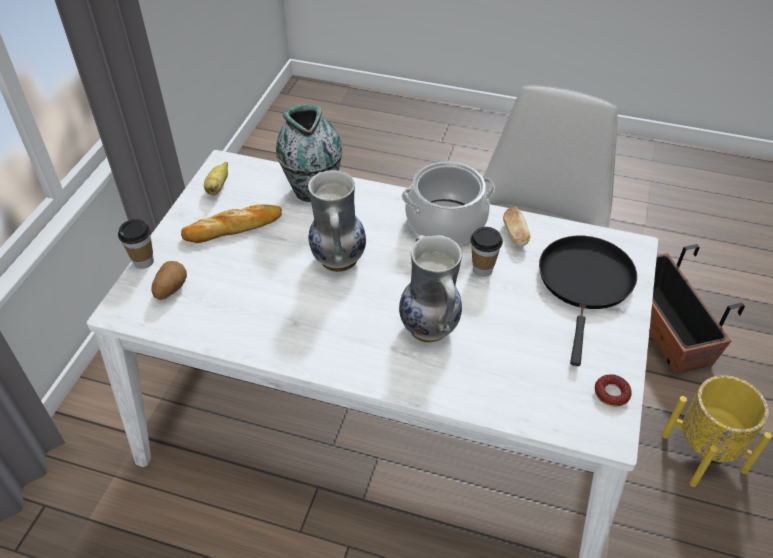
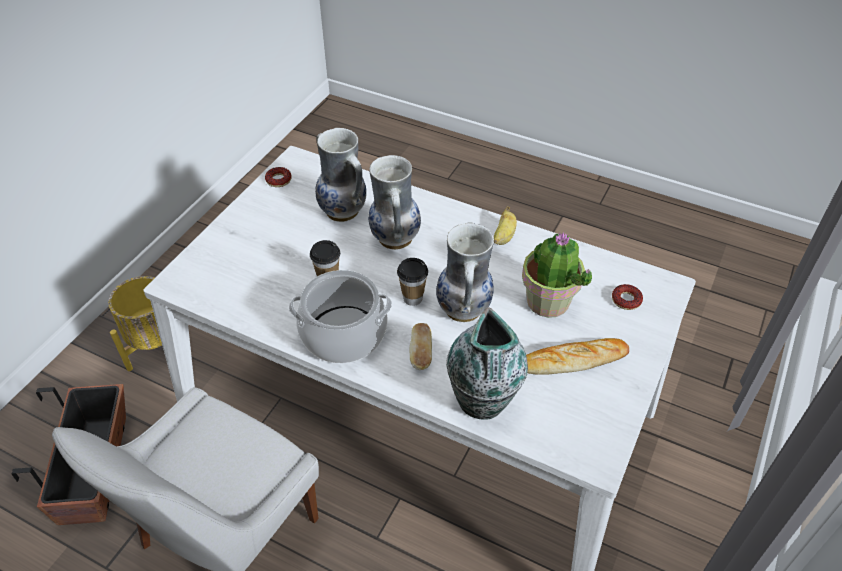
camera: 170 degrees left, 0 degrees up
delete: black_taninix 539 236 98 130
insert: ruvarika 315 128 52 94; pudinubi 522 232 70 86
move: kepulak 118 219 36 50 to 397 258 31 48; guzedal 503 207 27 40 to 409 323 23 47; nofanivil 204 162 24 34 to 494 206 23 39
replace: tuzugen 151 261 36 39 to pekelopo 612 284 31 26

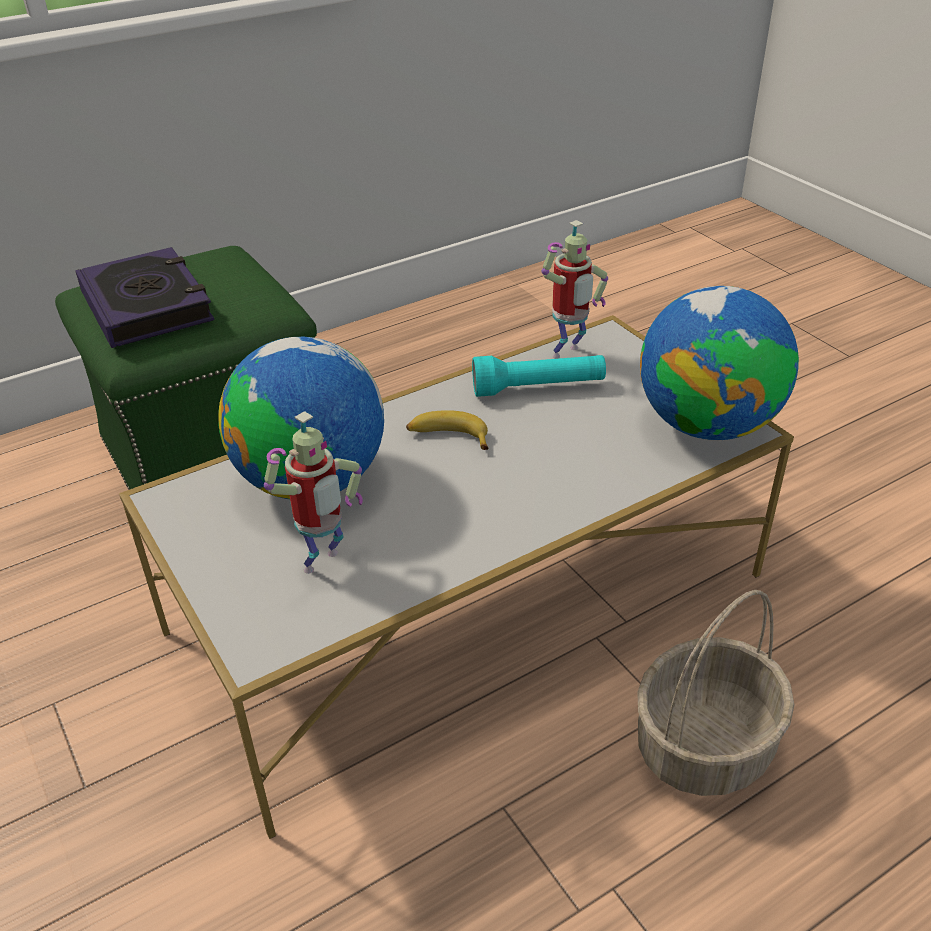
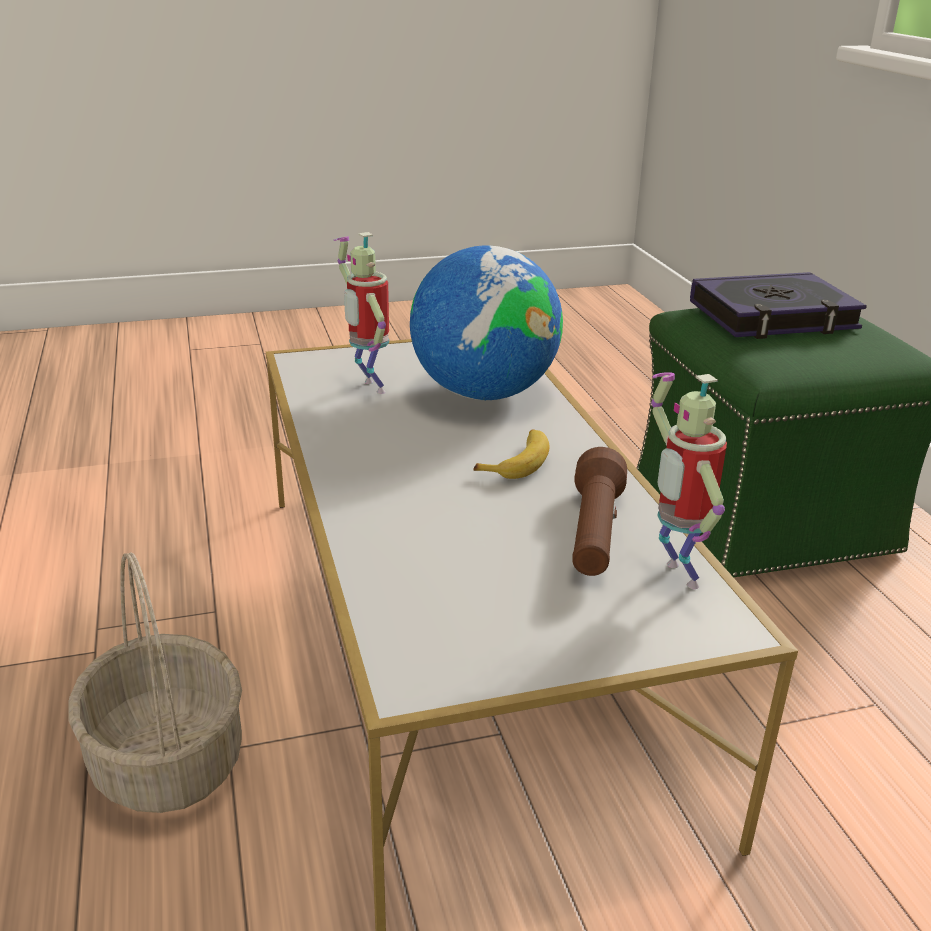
camera: 105 degrees right, 10 degrees down
delete: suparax 640 286 159 154
recolor: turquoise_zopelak 472 355 134 42 to brown_zopelak 572 447 55 129

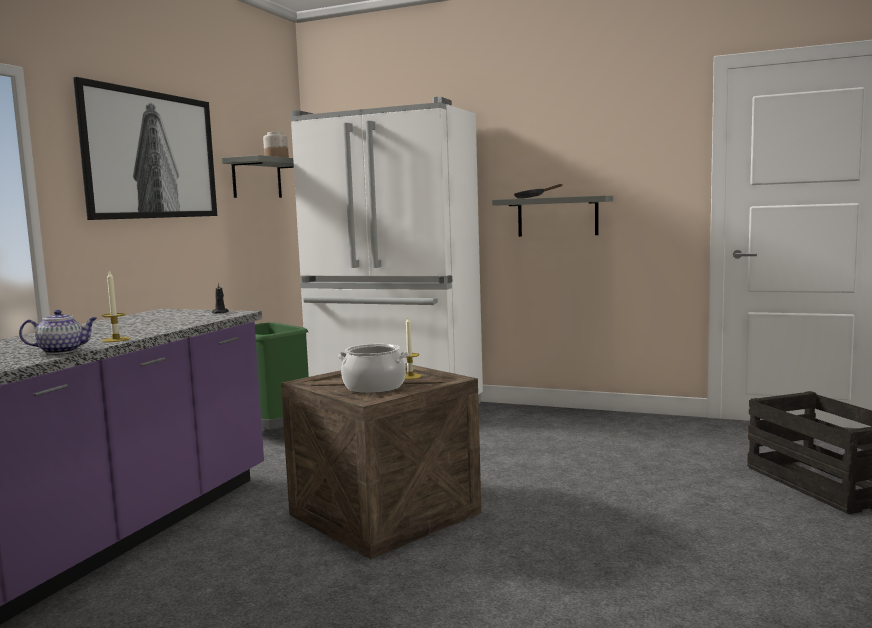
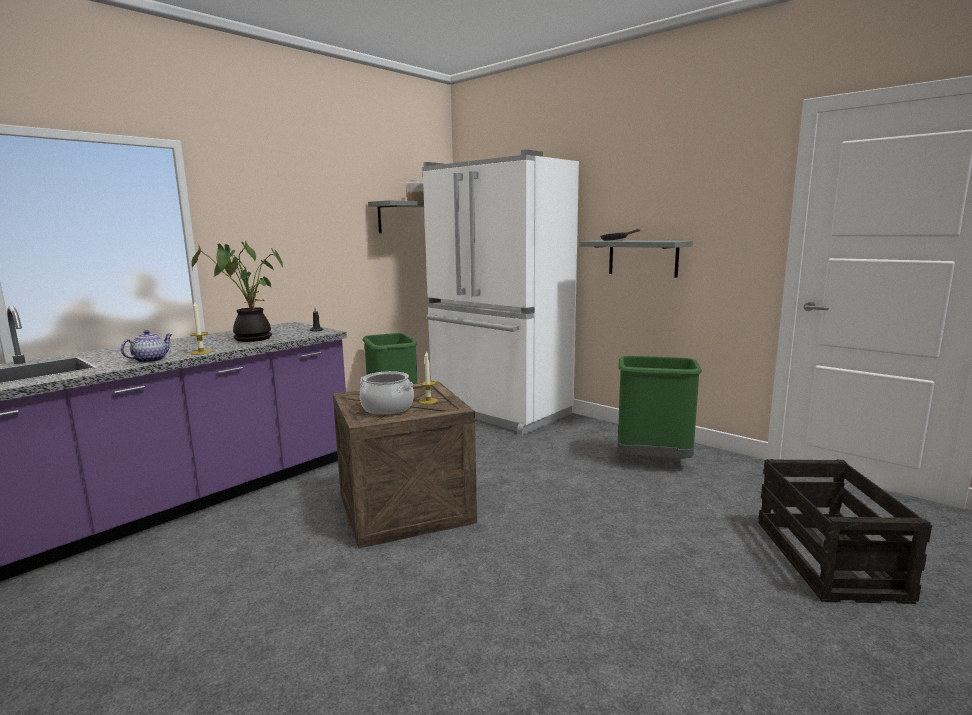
camera: 20 degrees right, 5 degrees up
delete: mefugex 73 77 144 143
insert: pudinubi 191 241 92 101; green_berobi 618 356 84 103
rotate: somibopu 19 310 78 44 = 121 330 51 33 60 degrees counterclockwise

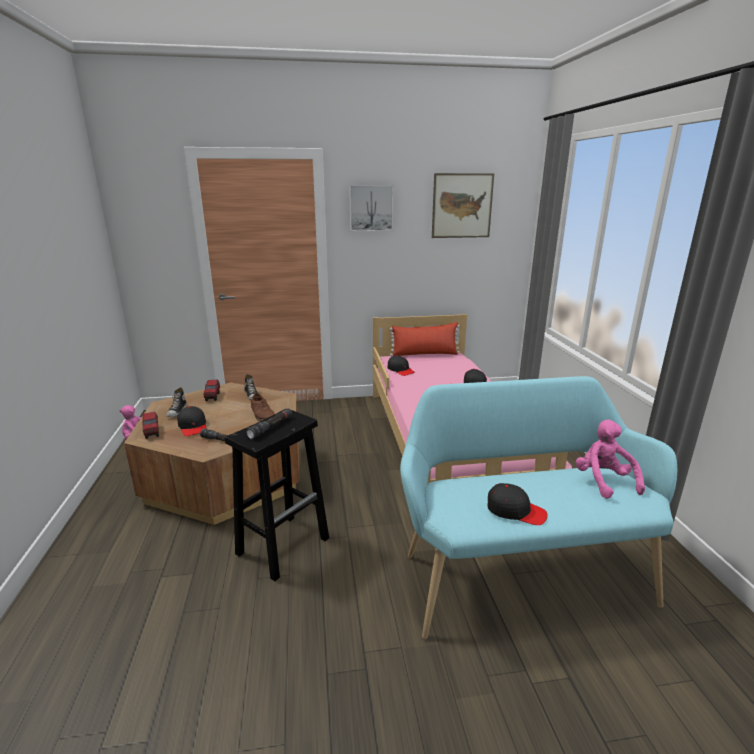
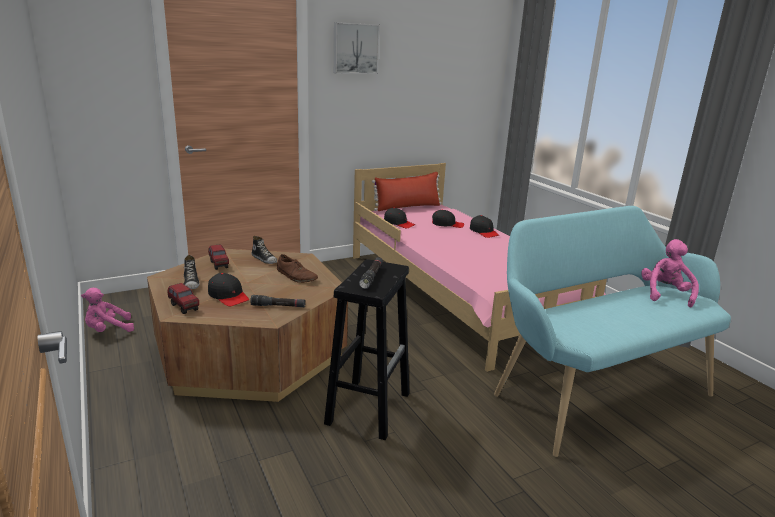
camera: 20 degrees left, 0 degrees up
delete: mefugex 432 173 62 65
move: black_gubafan 487 483 60 42 to 432 210 32 18
rotate: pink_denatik 576 420 69 79 = 641 239 58 69 45 degrees clockwise

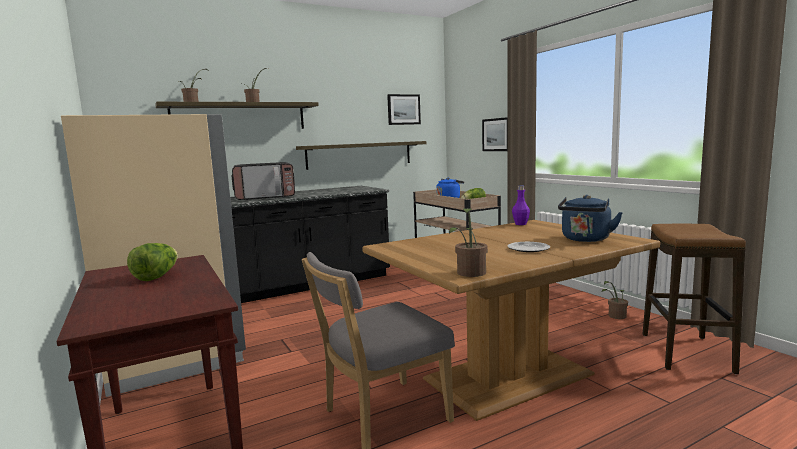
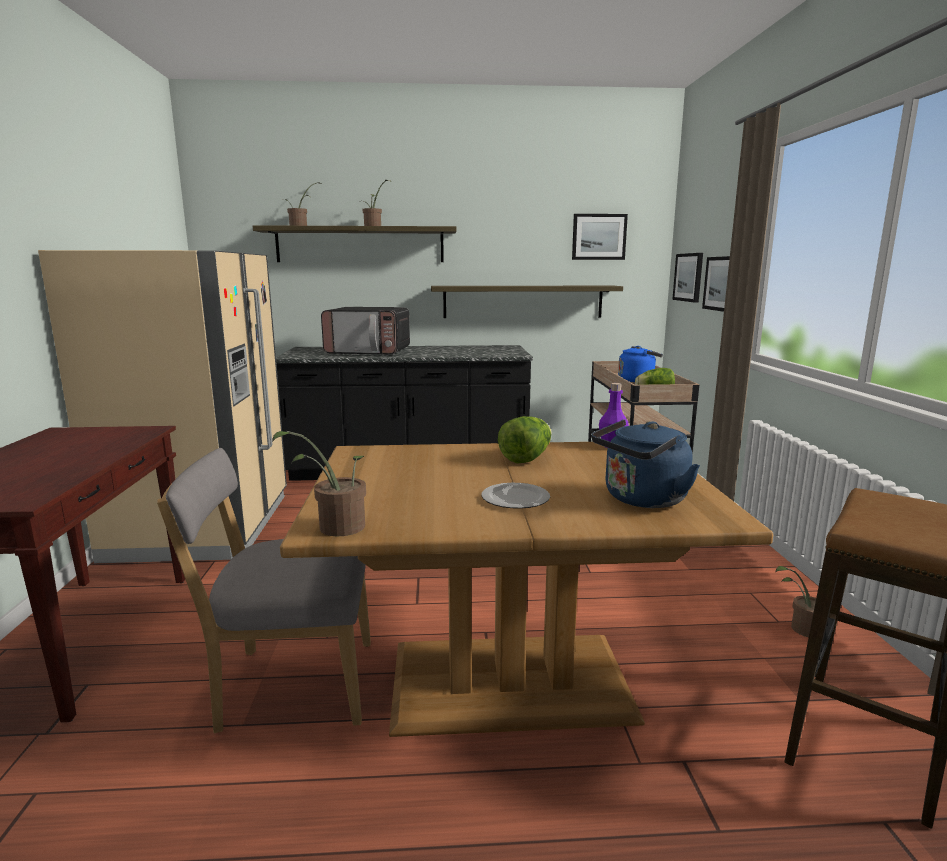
camera: 25 degrees right, 5 degrees up
insert: mefugex 672 253 31 50
move: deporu 127 243 51 38 to 498 416 54 48

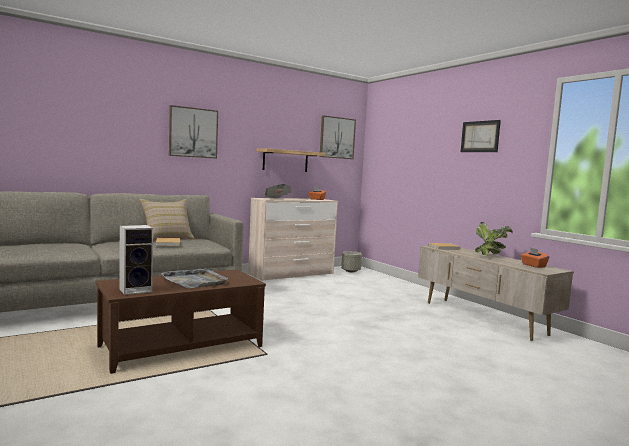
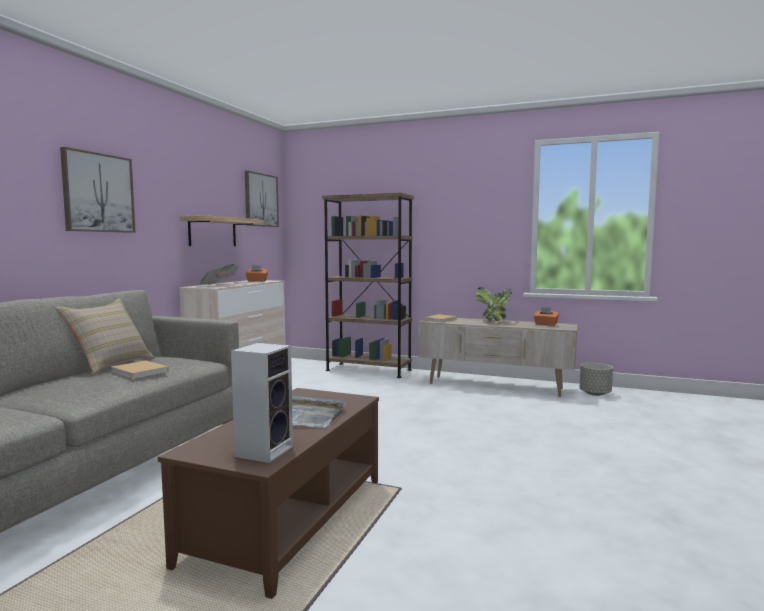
camera: 35 degrees left, 0 degrees up
delete: mefugex 461 120 40 32
insert: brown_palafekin 322 193 92 185
move: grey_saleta 341 251 21 21 to 580 363 33 33

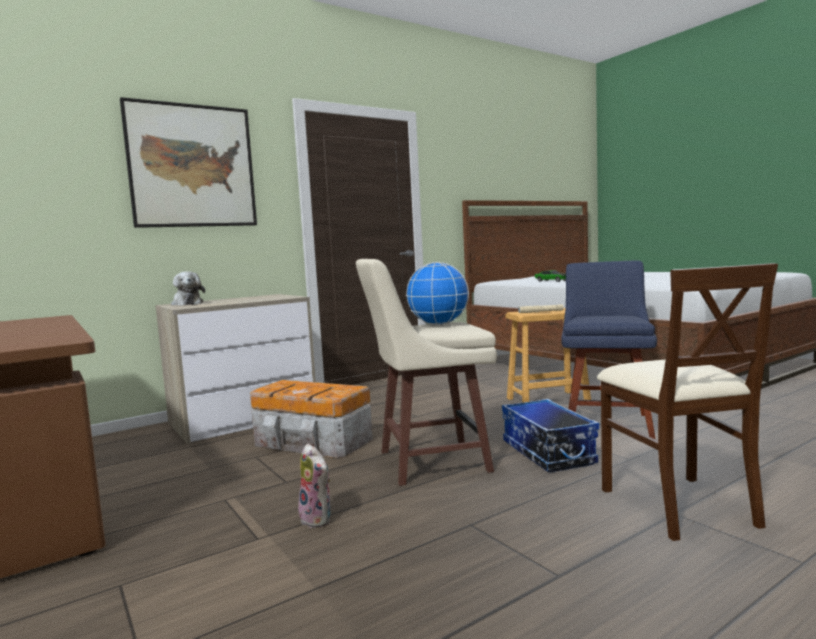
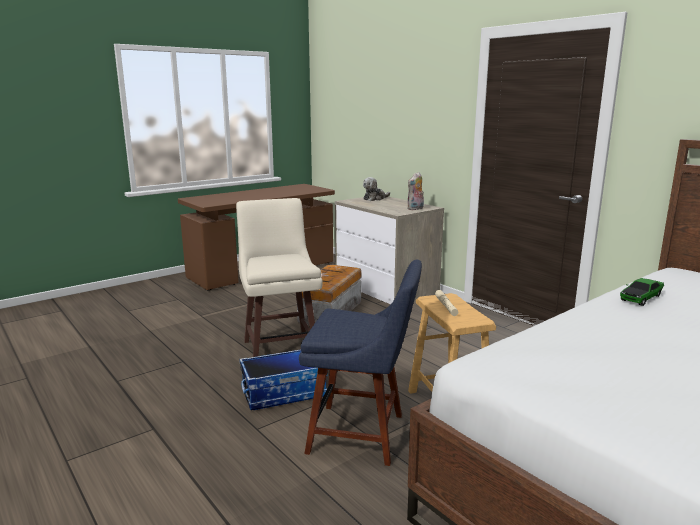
camera: 85 degrees right, 10 degrees up
delete: mefugex 120 97 137 131; suparax 406 262 63 63; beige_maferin 597 263 181 278
move: denatik 298 444 33 84 to 407 172 17 38

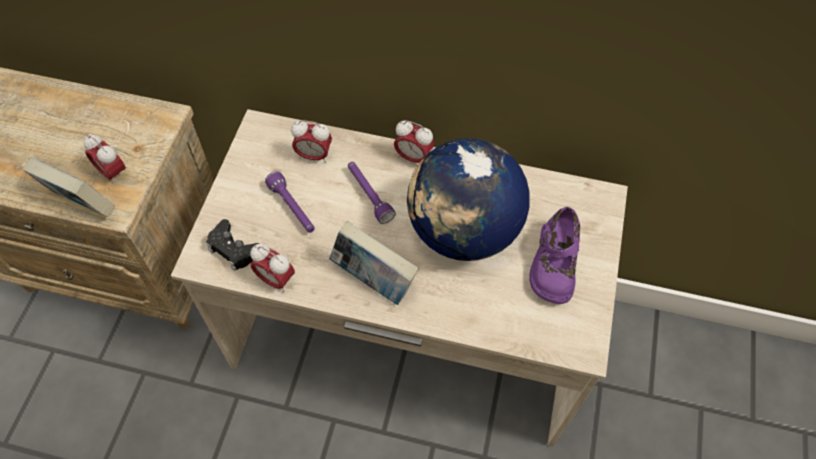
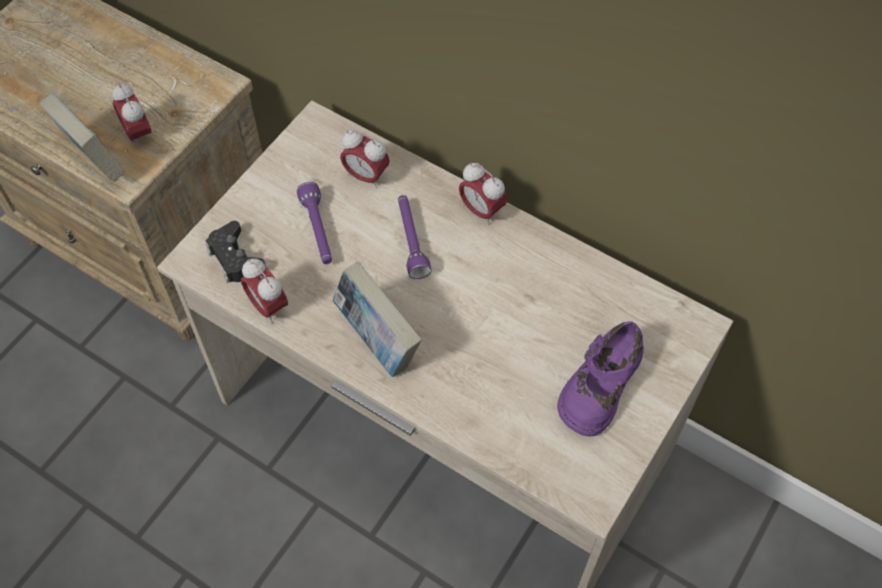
camera: 20 degrees right, 0 degrees up
delete: suparax 407 138 123 123

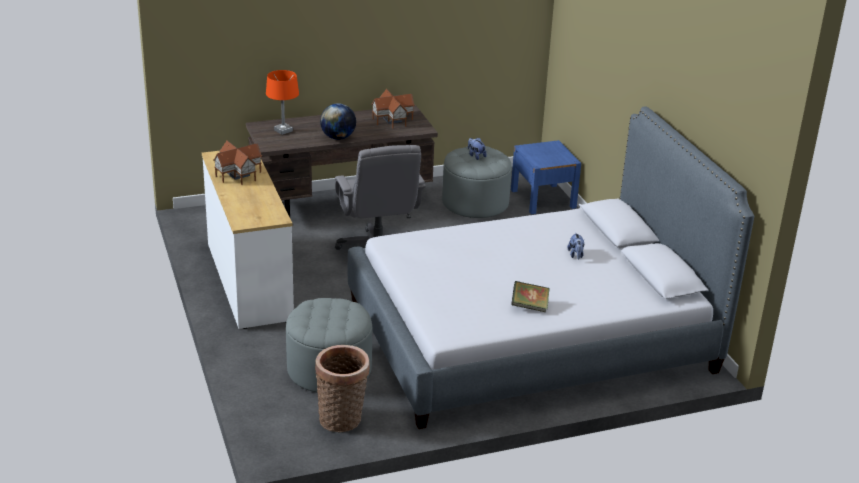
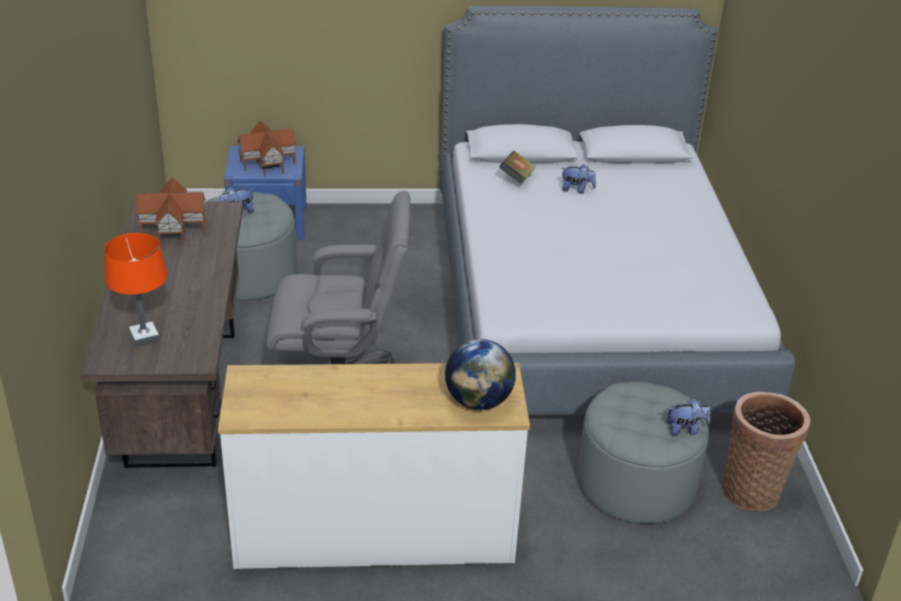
camera: 75 degrees left, 5 degrees up
insert: denatik 667 398 43 38
move: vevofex 213 141 49 44 to 237 120 59 57; suparax 320 103 36 37 to 445 339 71 71; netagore 511 281 39 31 to 499 151 37 33

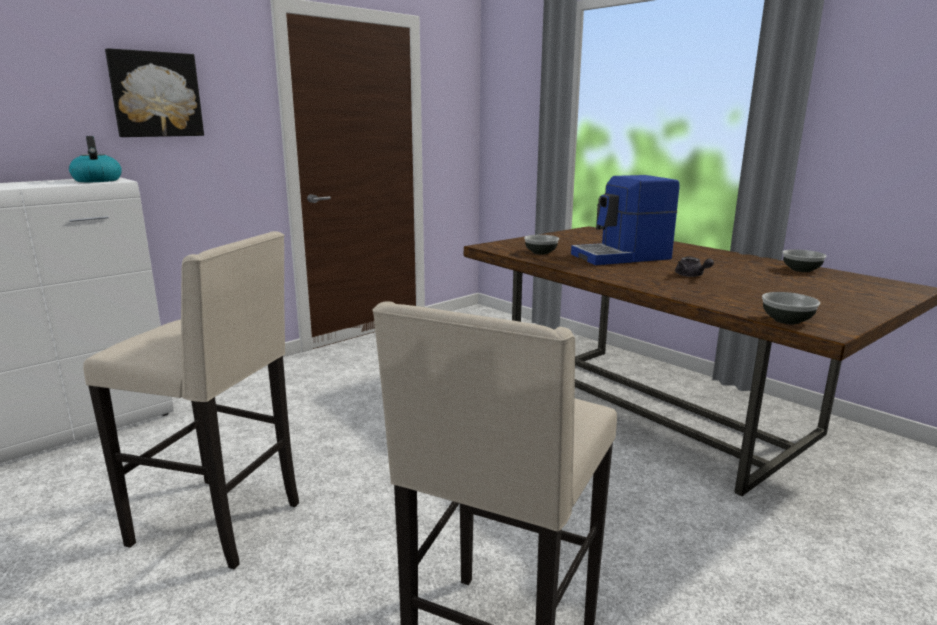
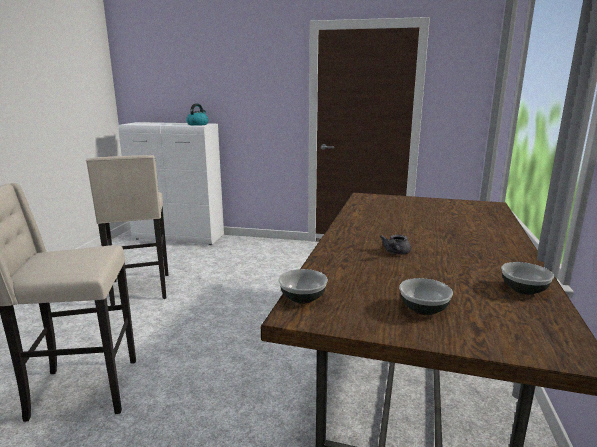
camera: 55 degrees right, 0 degrees up
delete: mefugex 105 48 99 89; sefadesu 571 175 108 90
move: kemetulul 524 235 35 20 to 399 278 54 37

